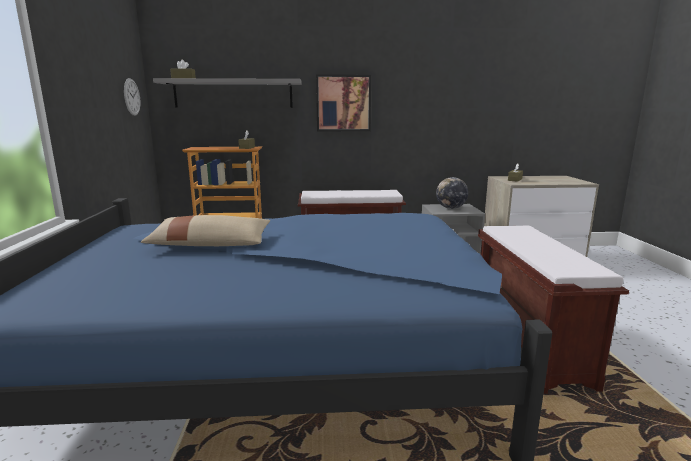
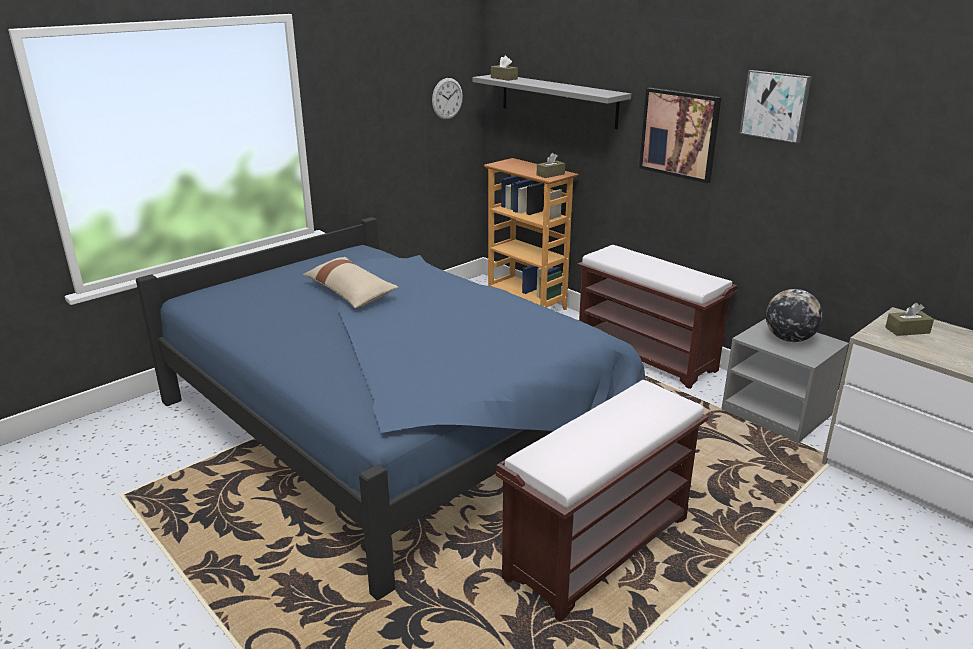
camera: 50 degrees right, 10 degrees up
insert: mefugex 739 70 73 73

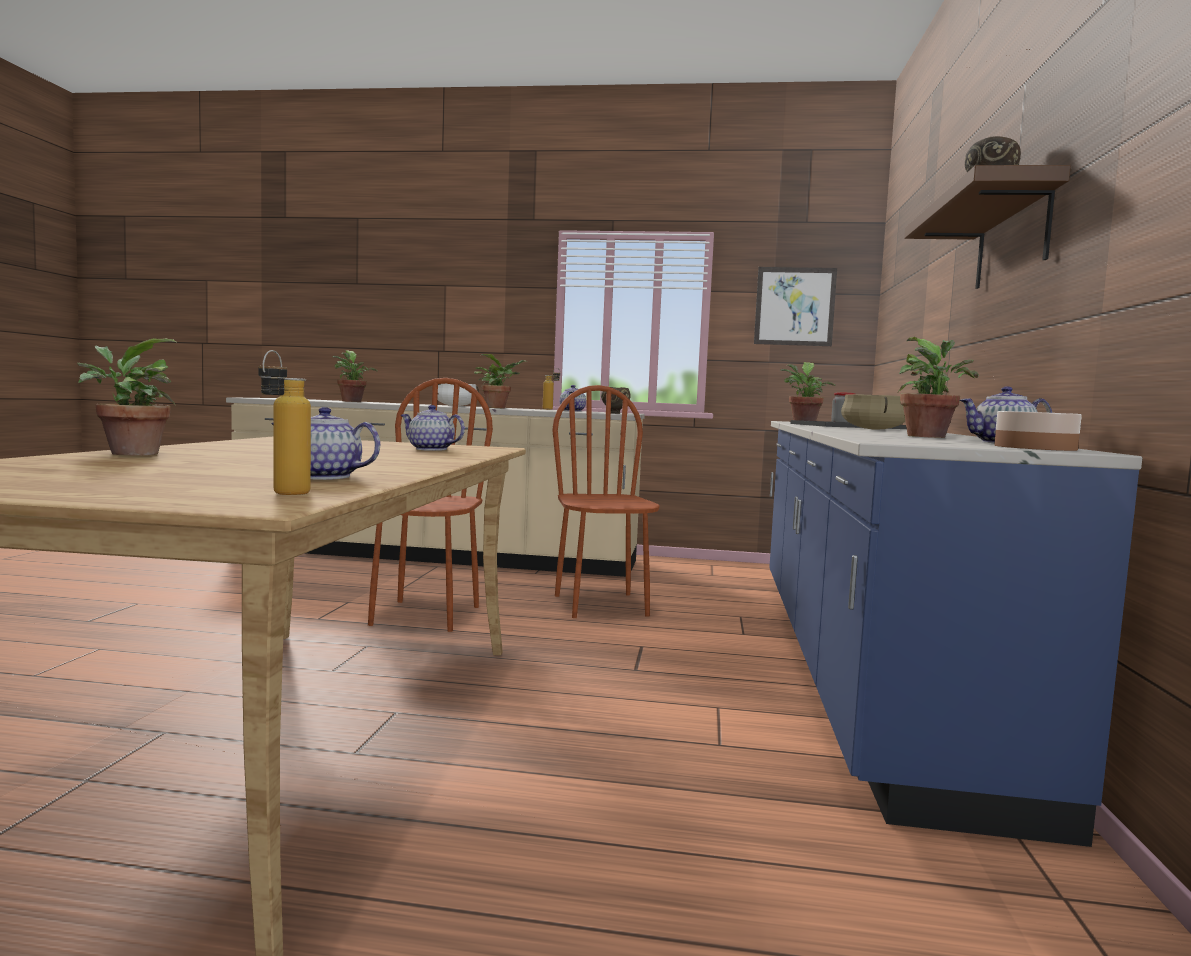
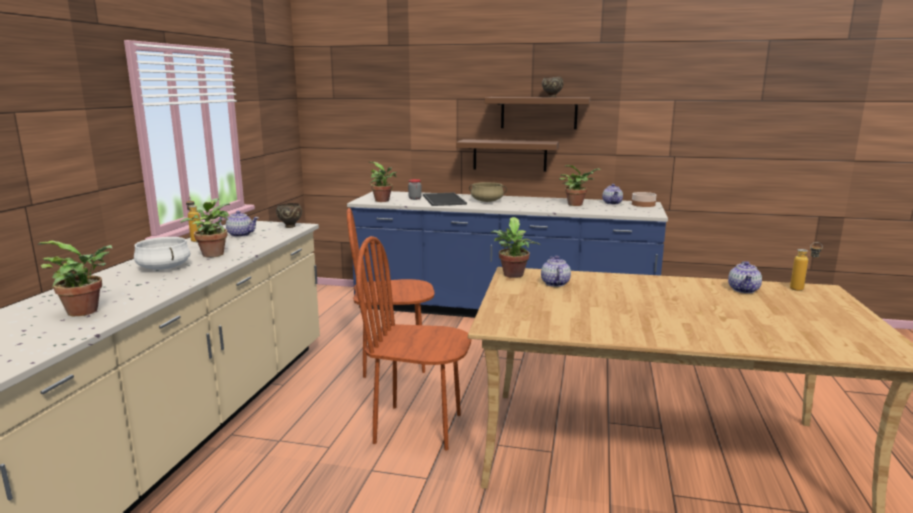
camera: 85 degrees left, 10 degrees up
delete: mefugex 754 267 83 79
insert: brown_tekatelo 456 139 103 33
move: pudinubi 77 338 99 118 to 491 217 49 61
rotate: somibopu 400 405 65 46 = 541 256 30 31 150 degrees clockwise

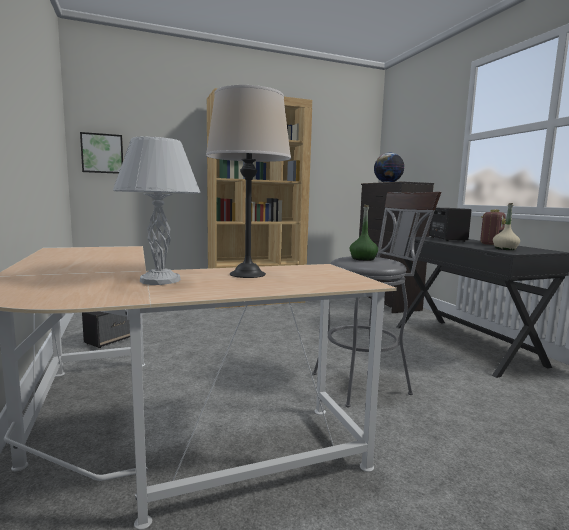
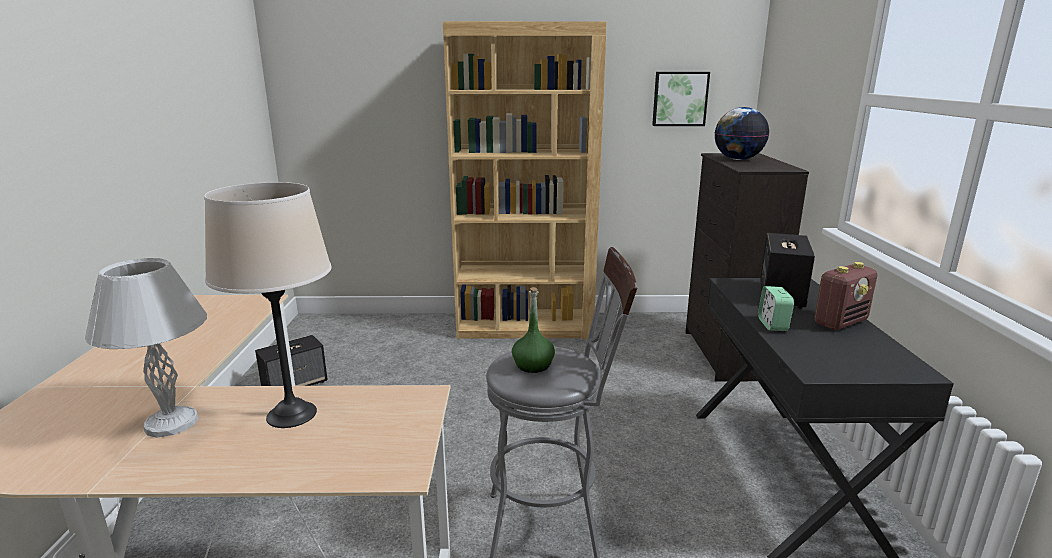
camera: 20 degrees right, 10 degrees up
delete: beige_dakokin 493 203 27 47
insert: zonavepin 758 286 36 45
move: mefugex 80 132 43 42 to 652 72 58 54

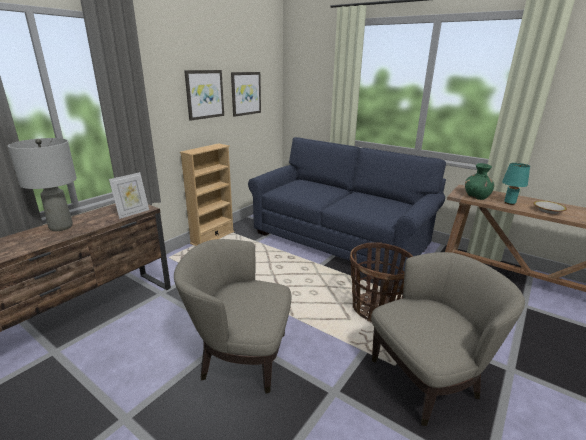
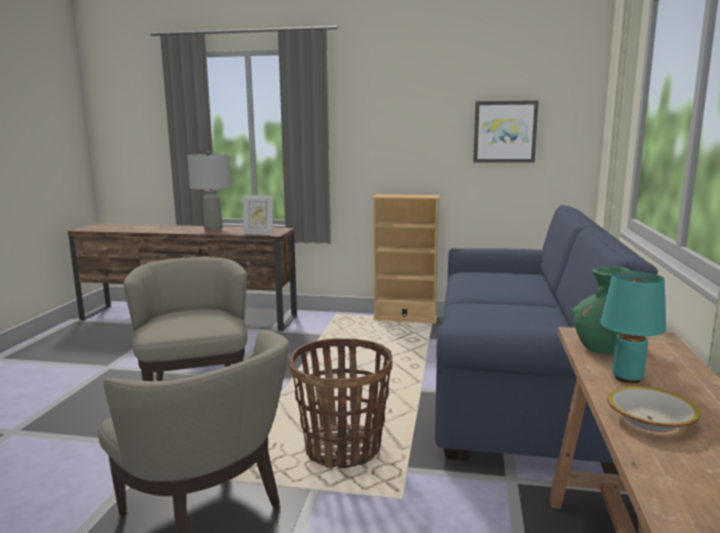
camera: 65 degrees right, 10 degrees down
delete: mefugex 184 70 40 51

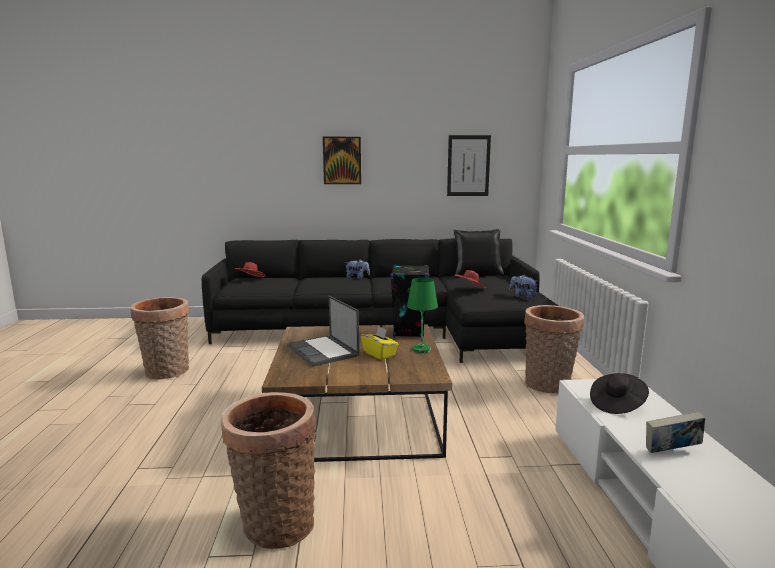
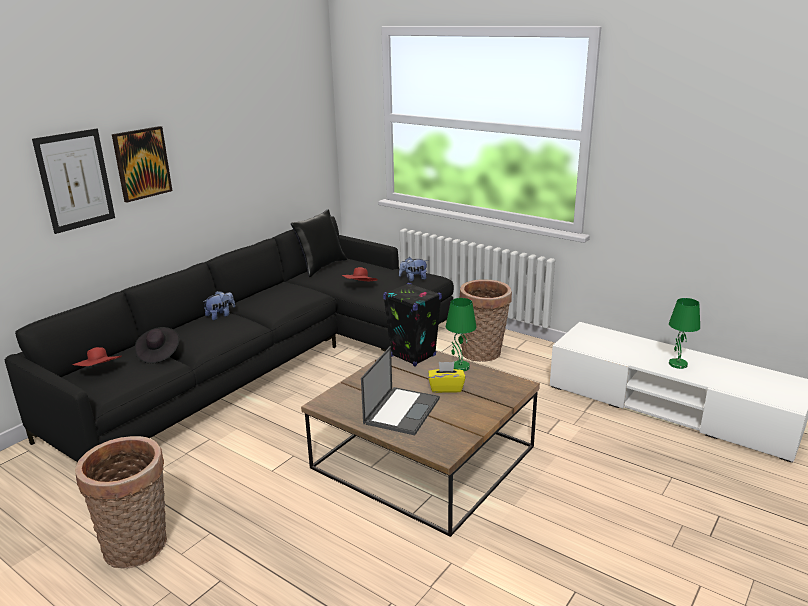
camera: 50 degrees left, 10 degrees up
delete: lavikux 221 392 95 158
move: mefugex 447 135 44 61 to 32 129 83 105; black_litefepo 590 373 59 41 to 135 327 45 37
replace: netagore 646 412 59 41 to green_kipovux 669 298 31 71
rotate: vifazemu 287 296 72 70 = 361 346 79 89 75 degrees counterclockwise

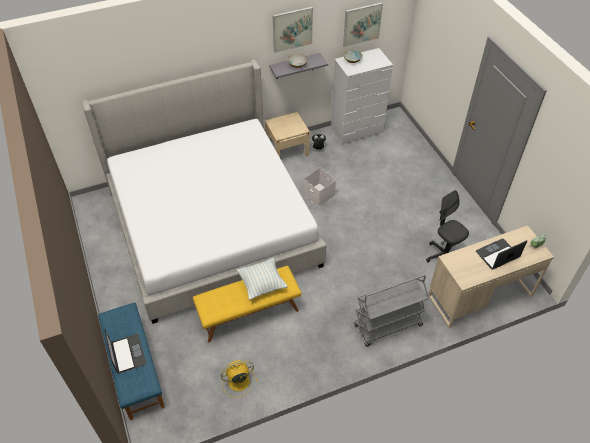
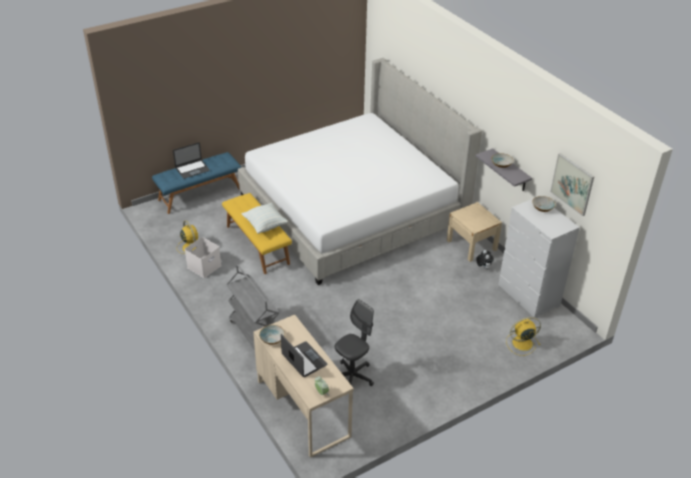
camera: 80 degrees right, 10 degrees down
delete: mefugex 273 7 40 46
insert: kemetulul 259 325 26 19; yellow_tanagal 506 317 35 39
move: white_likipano 303 168 33 39 to 185 237 37 41

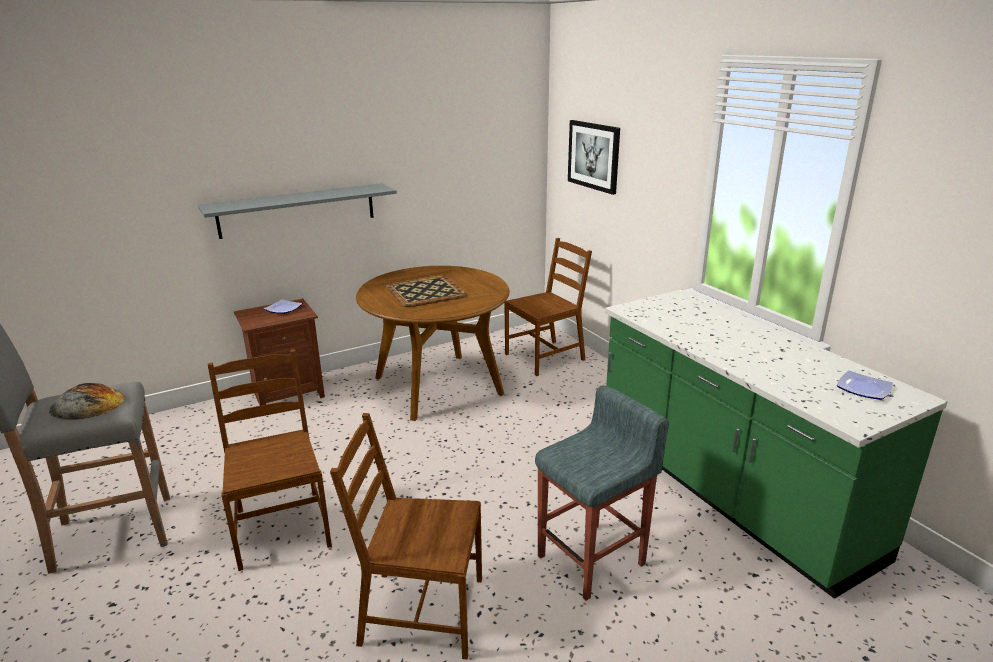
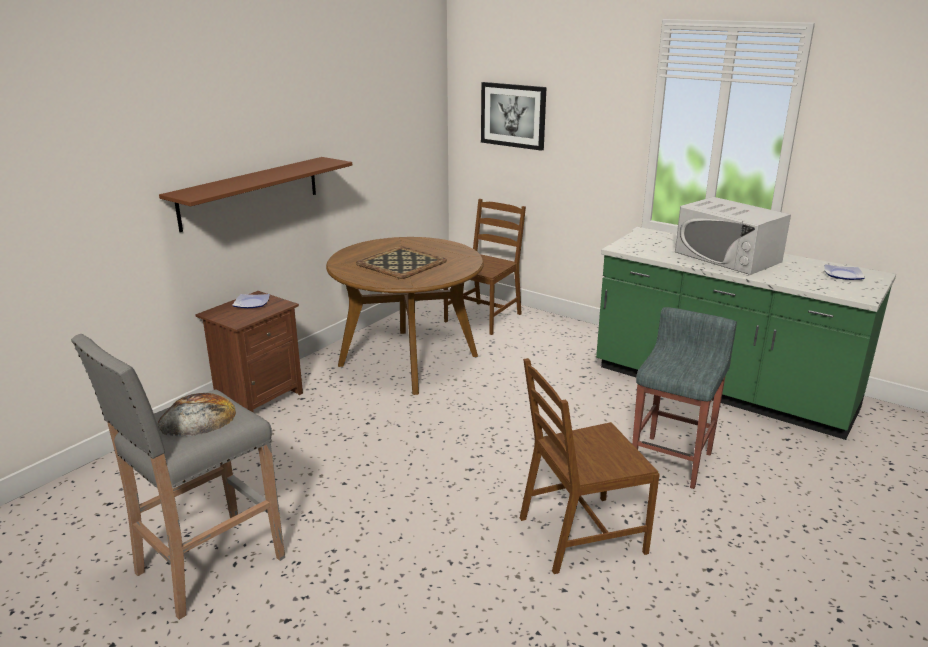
camera: 25 degrees left, 0 degrees up
delete: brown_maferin 208 349 124 222
insert: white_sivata 675 197 116 78
recolor: grey_tekatelo 198 183 199 56 to brown_tekatelo 159 157 193 75

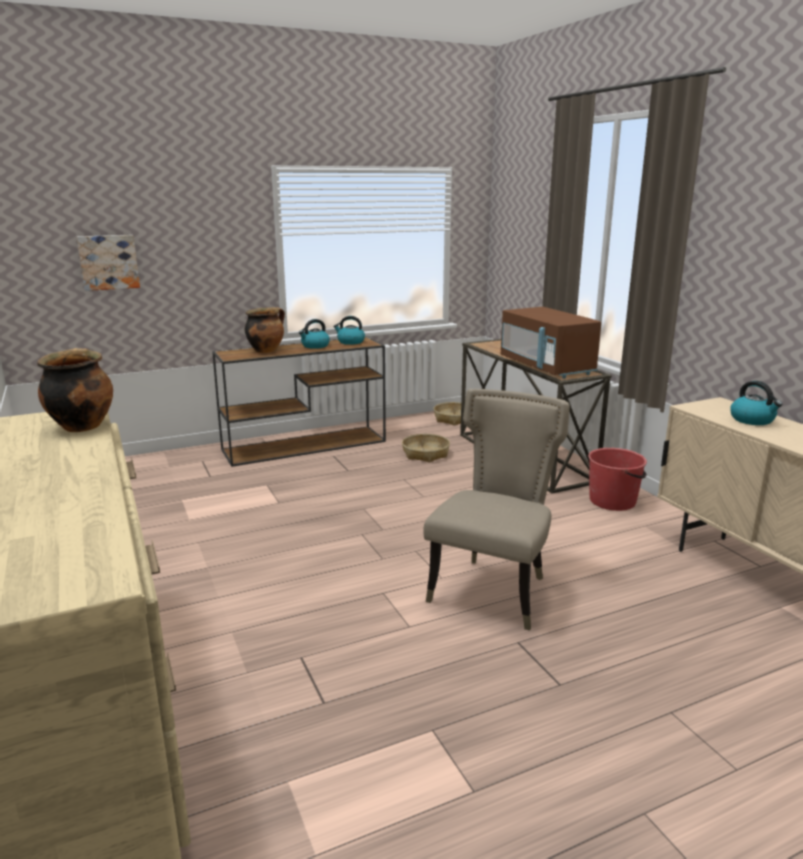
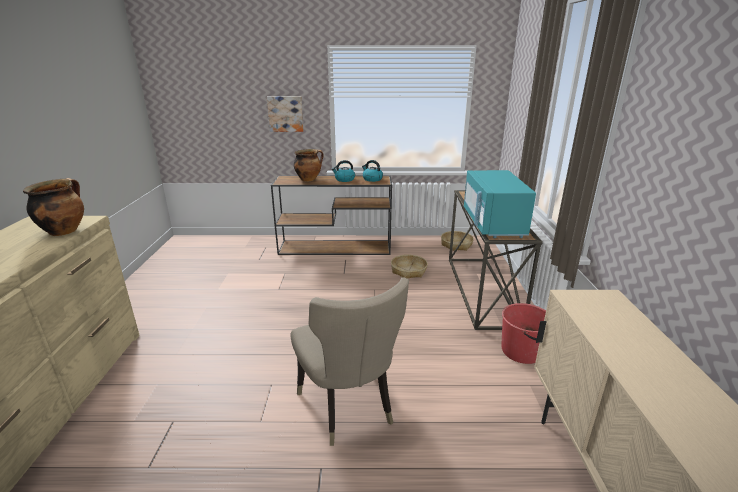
camera: 25 degrees right, 5 degrees up
delete: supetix 730 381 52 44
move: mefugex 77 235 63 56 to 267 96 37 36
recolor: brown_sivata 501 307 100 72 to turquoise_sivata 464 170 72 68
rotate: beige_maferin 423 389 147 242 = 290 277 119 169 105 degrees clockwise

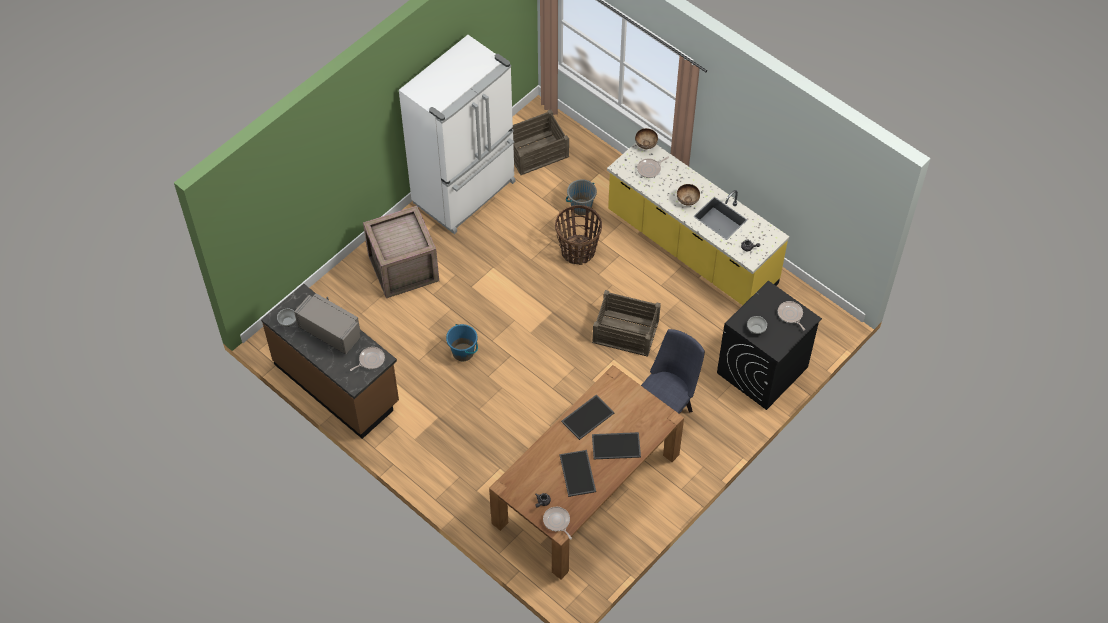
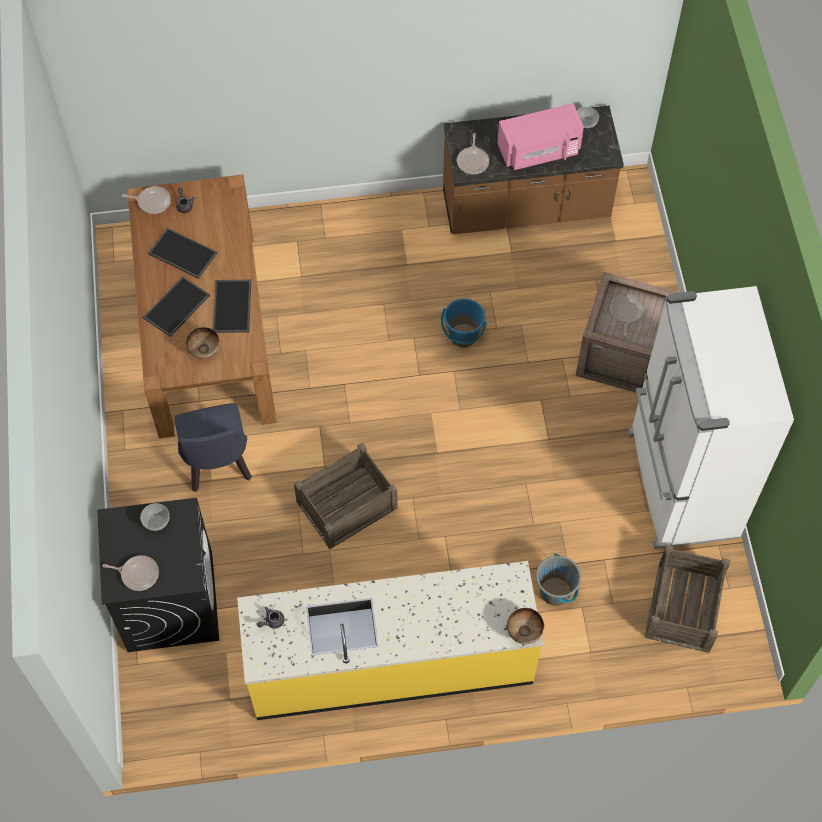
camera: 130 degrees right, 5 degrees up
delete: lavikux 555 205 47 60
move: kemetulul 677 184 23 22 to 186 327 34 32; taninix 637 157 32 21 to 611 294 33 43
recolor: grey_sivata 294 293 67 62 to pink_sivata 498 103 86 67

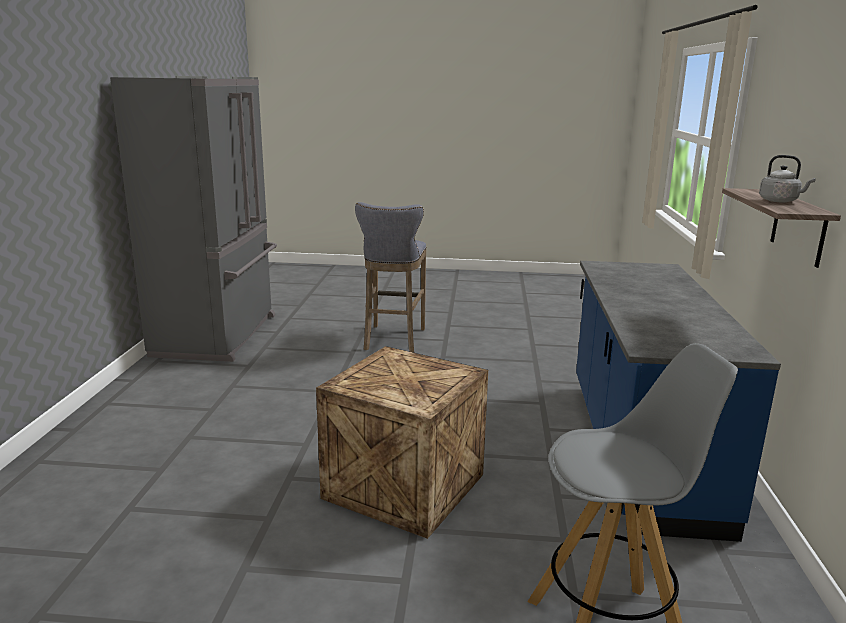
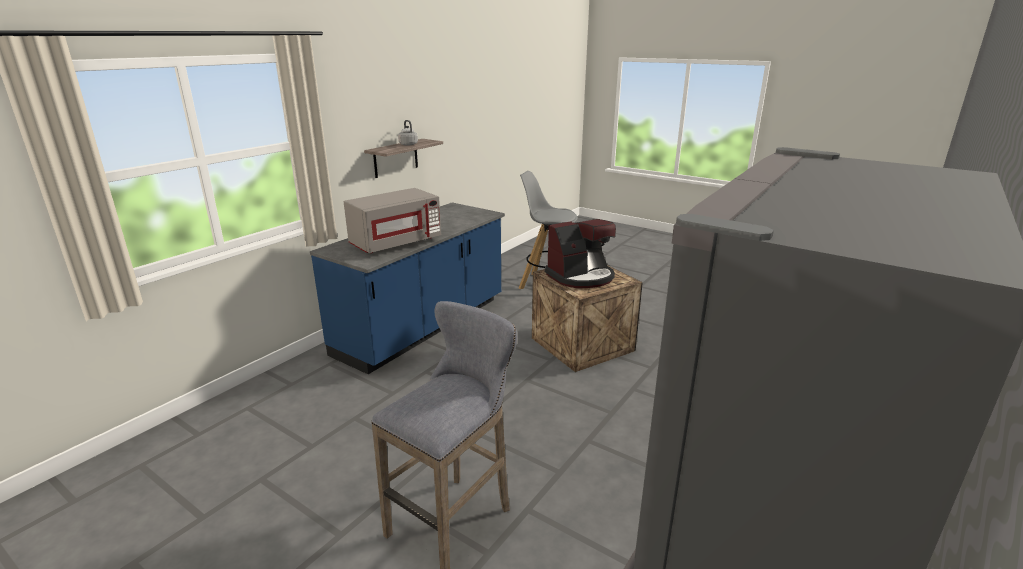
camera: 150 degrees left, 5 degrees up
insert: grey_sivata 344 188 97 65; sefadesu 545 219 71 69

